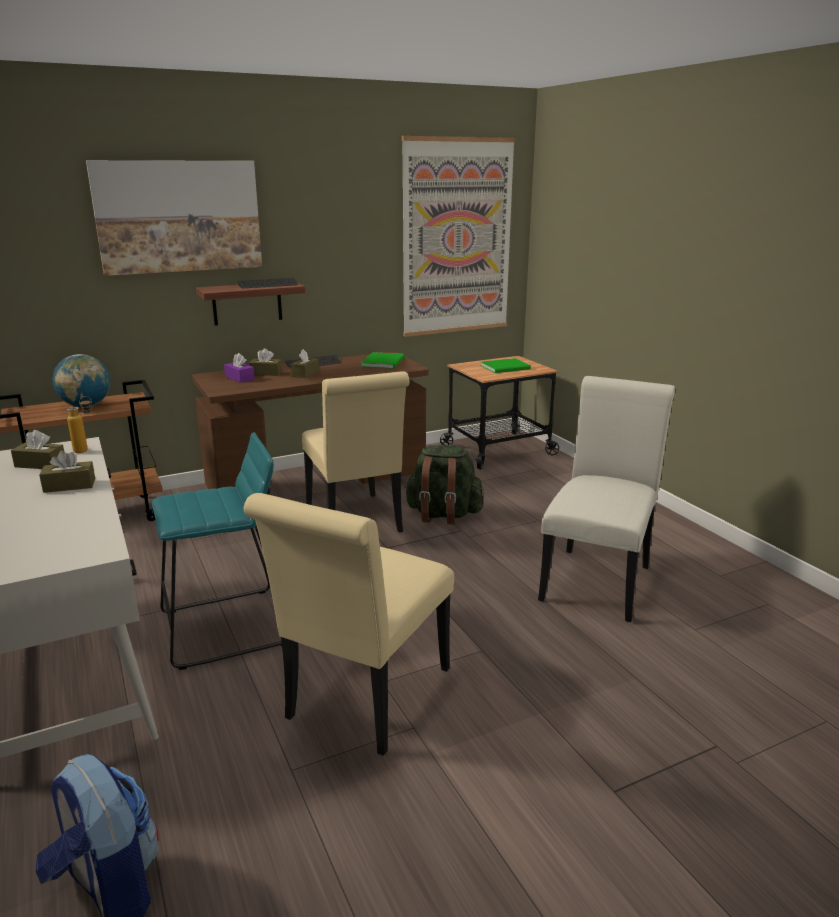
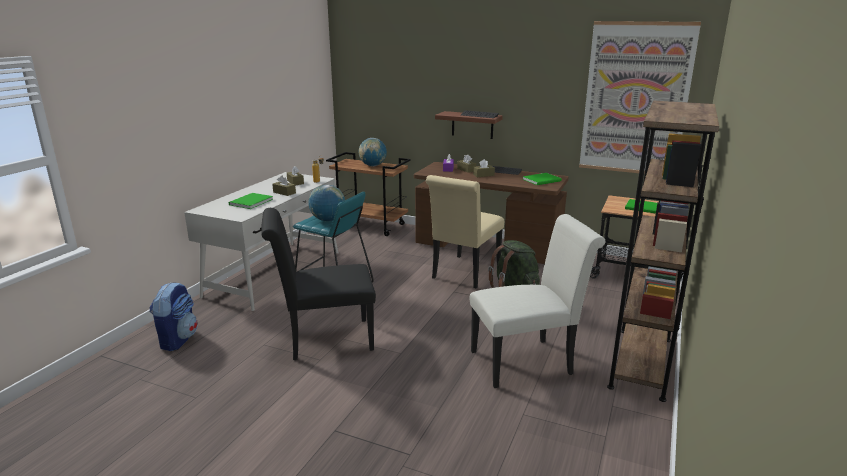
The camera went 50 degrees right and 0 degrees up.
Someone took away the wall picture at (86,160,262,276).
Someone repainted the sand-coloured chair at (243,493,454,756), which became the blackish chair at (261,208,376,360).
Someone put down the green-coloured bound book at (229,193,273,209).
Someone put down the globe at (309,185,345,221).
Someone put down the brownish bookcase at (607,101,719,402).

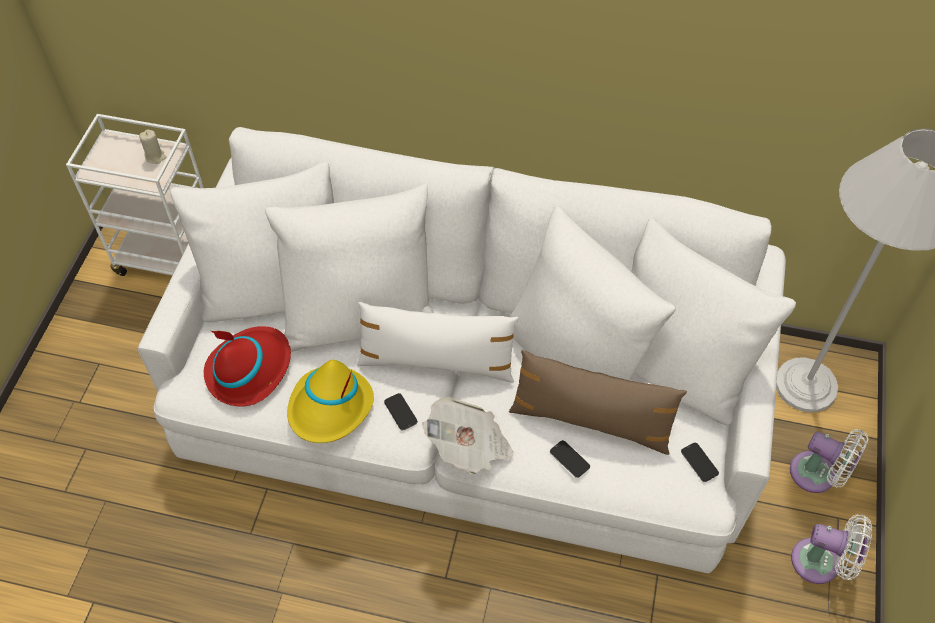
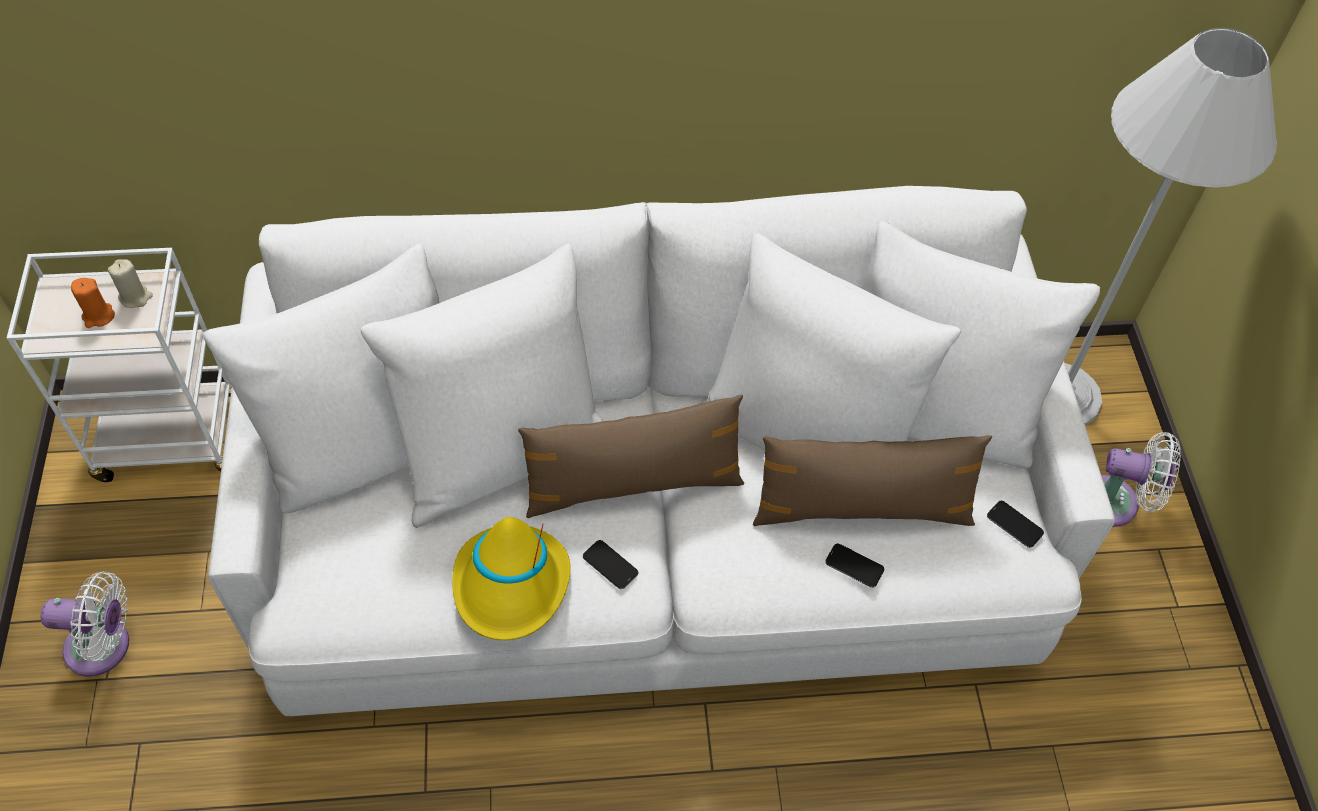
The camera went 20 degrees left and 0 degrees up.
Someone took away the reddish clothing hat at (204,326,291,406).
Someone repainted the white throw pillow at (357,302,519,382), which became the brownish throw pillow at (518,395,745,518).
Someone took away the newspaper at (422,397,514,474).
Someone carried the white cooling fan from (791,515,872,584) to (41,571,129,677).
Someone put down the orange-coloured wax candle at (71,278,115,328).

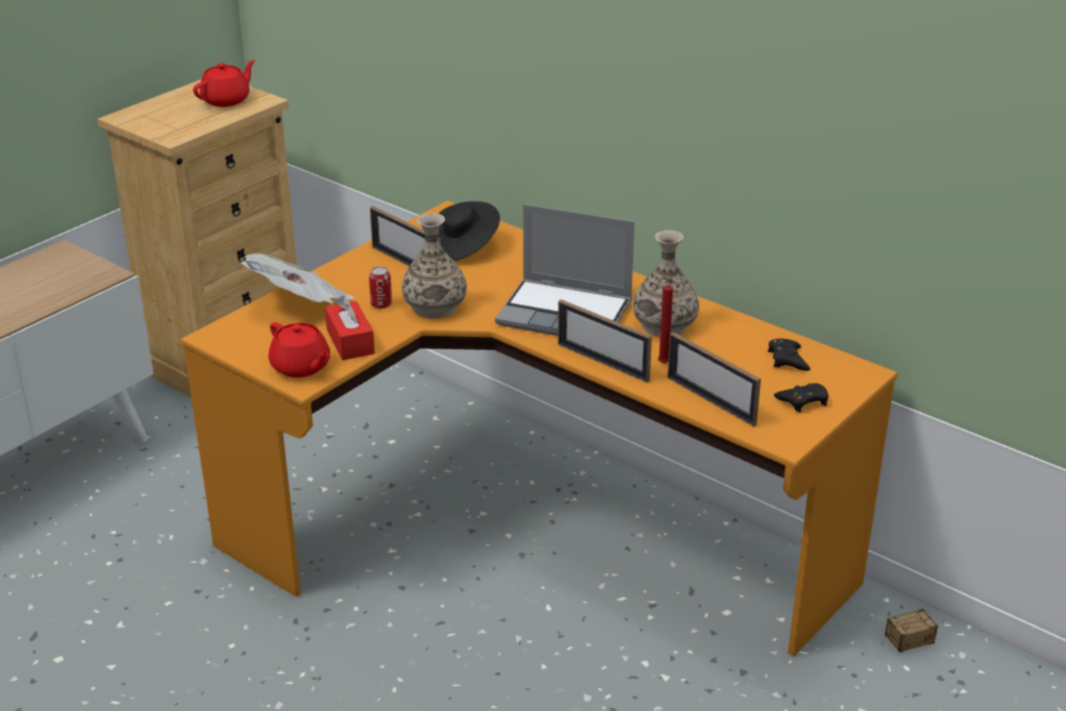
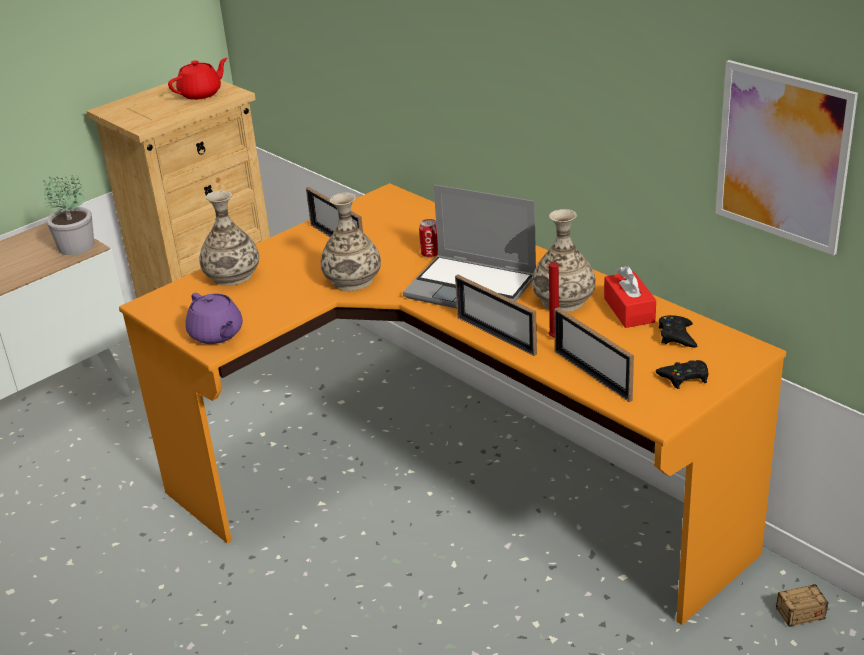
The camera went 10 degrees right and 0 degrees up.
Someone swapped the newspaper at (240,253,354,303) for the decorative vase at (199,190,259,286).
Someone repainted the reddish teapot at (268,322,330,378), which became the purple-coloured teapot at (185,293,243,344).
Someone carried the reddish box of tissues from (325,295,375,360) to (604,265,656,328).
Someone carried the metal can from (369,266,392,309) to (419,219,438,258).
Someone took away the blackish clothing hat at (438,201,500,261).
Someone put down the plant in a pot at (43,176,94,255).
Someone put up the wall picture at (716,60,858,255).

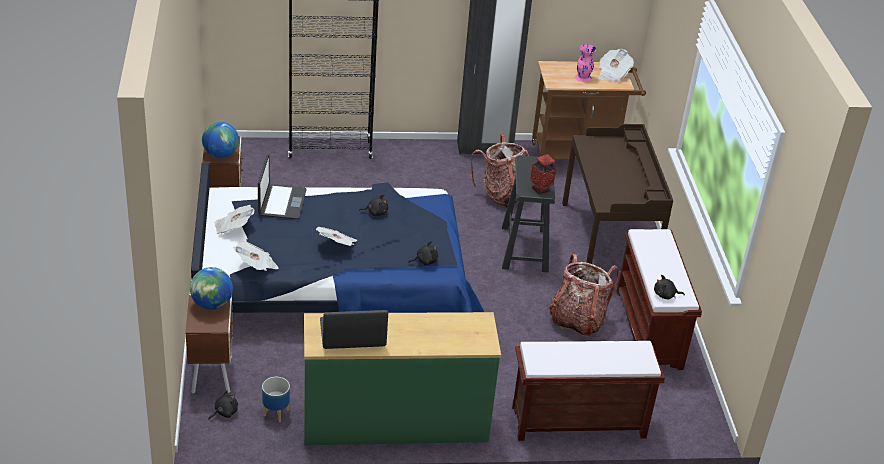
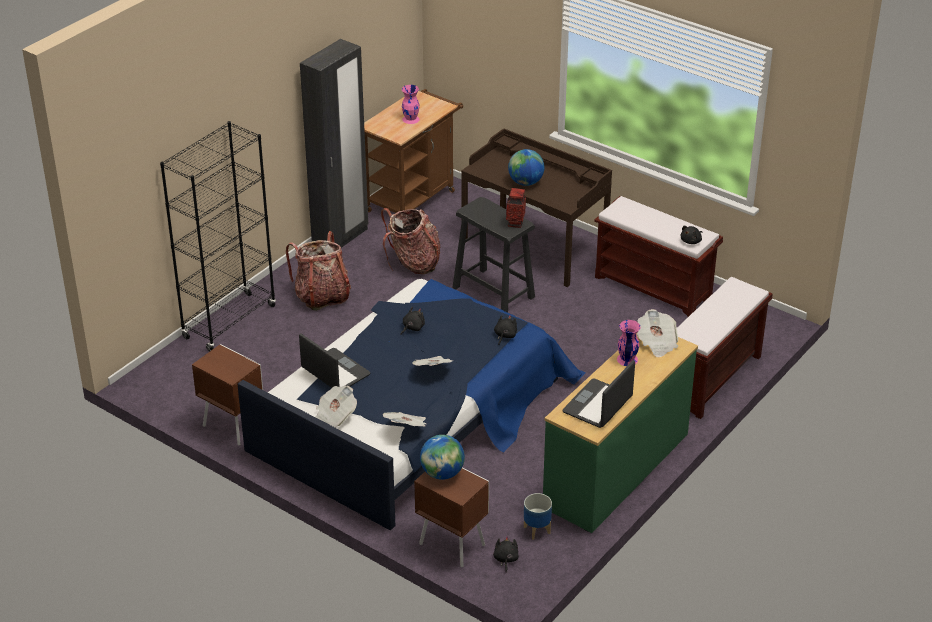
The camera went 45 degrees left and 0 degrees up.
Someone carried the globe from (202,122,239,158) to (508,149,544,186).
Someone carried the knapsack from (549,254,619,337) to (286,231,351,311).
Someone carried the newspaper from (598,49,634,81) to (637,309,678,357).
Someone put down the pink decorative vase at (617,320,640,366).

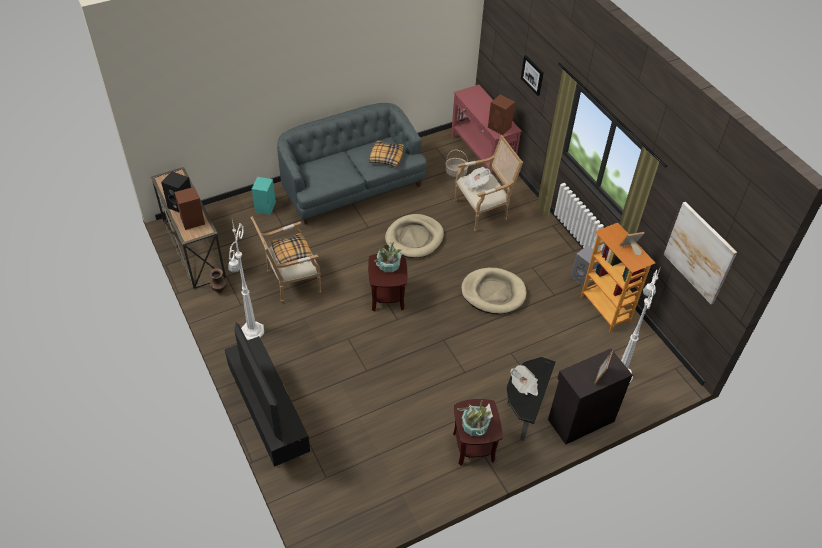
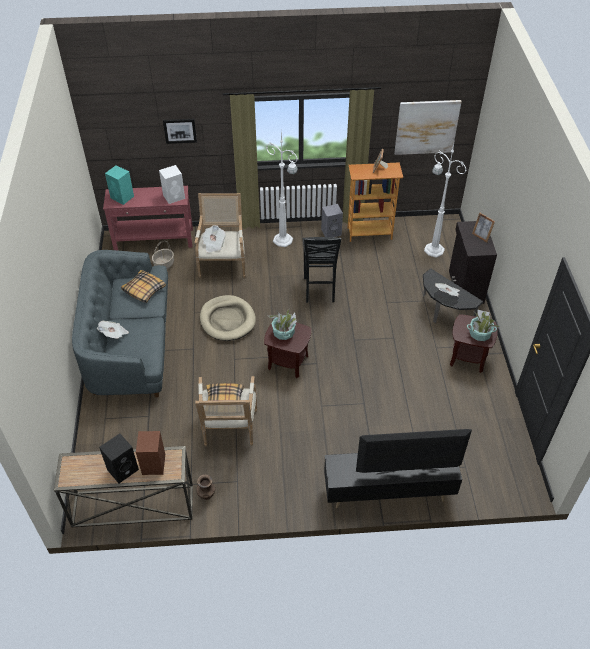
The camera went 65 degrees left and 0 degrees up.
Someone carried the white standing lamp from (228,220,264,340) to (266,131,298,247).
Someone carried the turquoise loudspeaker from (252,177,276,215) to (105,165,134,205).
Someone swapped the sand-coloured pet bed at (461,268,527,314) for the blackish stool seat at (303,237,341,303).
Someone repainted the brownish loudspeaker at (488,95,515,135), which became the white loudspeaker at (159,165,185,204).
Someone put down the newspaper at (97,321,129,339).

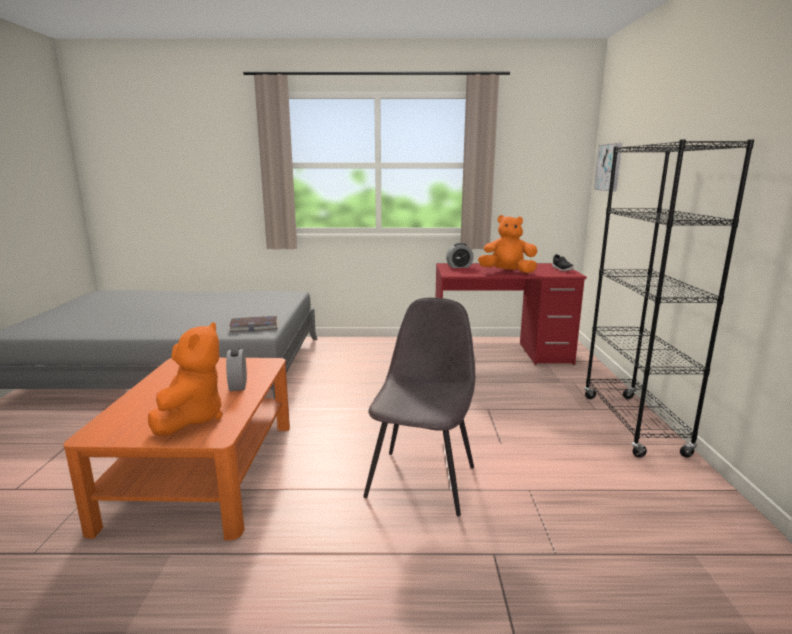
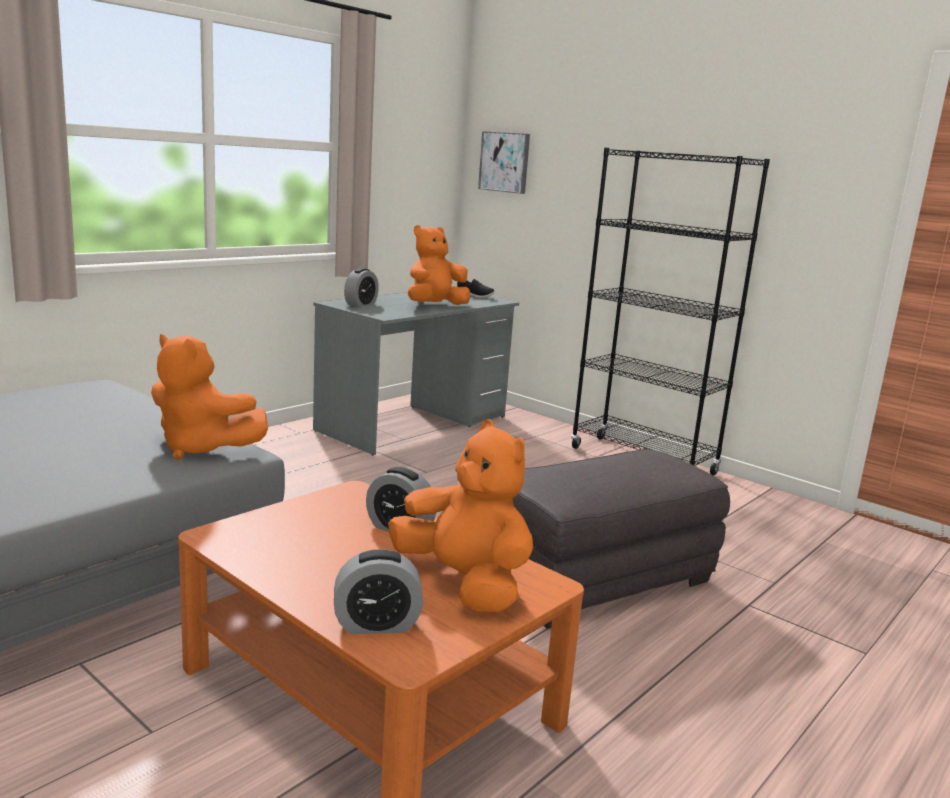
The camera went 50 degrees left and 0 degrees up.
Someone swapped the bound book at (229,316,278,332) for the orange-coloured cuddly toy at (151,334,268,460).
Someone swapped the grey chair at (363,298,475,517) for the grey ottoman at (513,449,730,629).
Someone repainted the reddish desk table at (436,263,587,365), which became the grey desk table at (313,292,519,455).
Someone put down the alarm clock at (334,549,423,634).

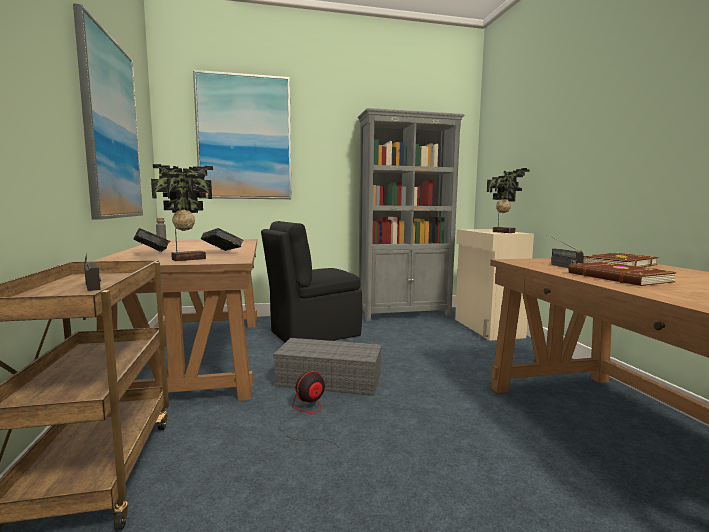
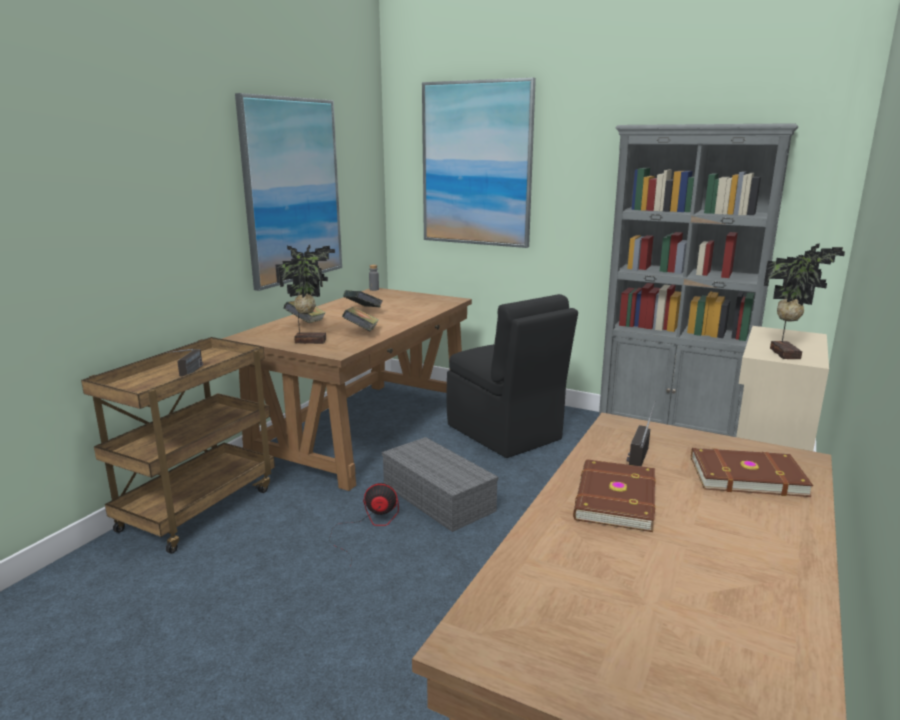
The camera went 40 degrees right and 10 degrees up.
Someone rotated the blackish chair at (261,221,362,343) by 135 degrees counterclockwise.
Someone put down the bound book at (343,290,383,308).

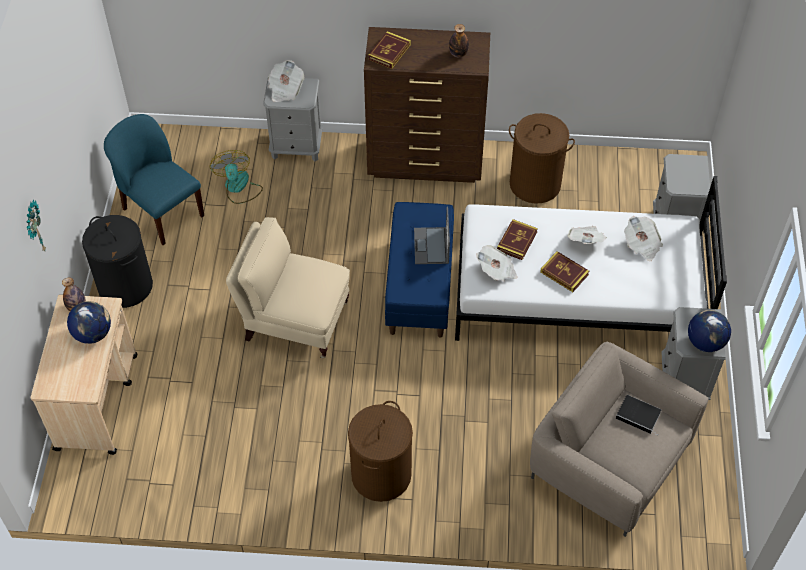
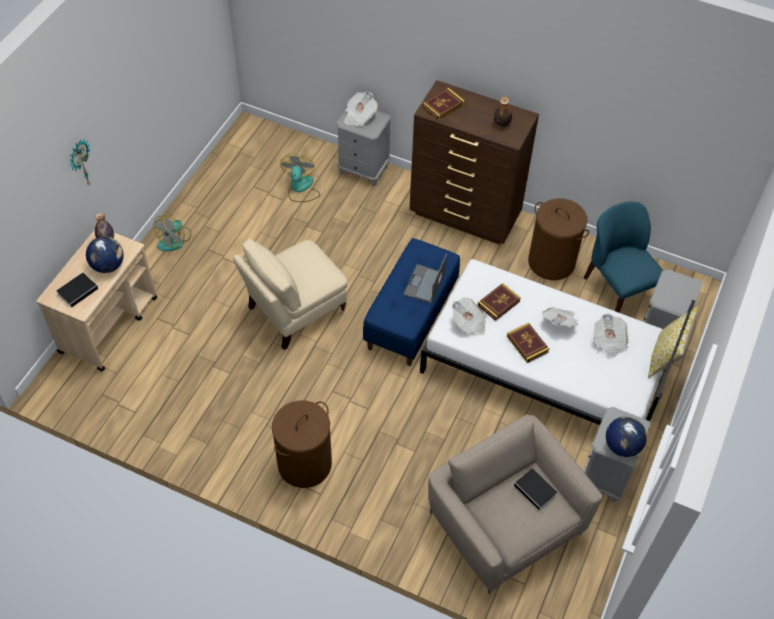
The camera went 20 degrees right and 0 degrees up.
Someone swapped the blackish washing basket at (82,215,153,308) for the cooling fan at (153,215,191,251).
Someone carried the blue-coloured chair from (104,114,204,245) to (584,202,663,313).
Someone rotated the sand-coloured lounge chair at (226,217,350,358) by 75 degrees counterclockwise.
Someone put down the bound book at (57,273,101,308).
Someone put down the throw pillow at (648,306,699,378).

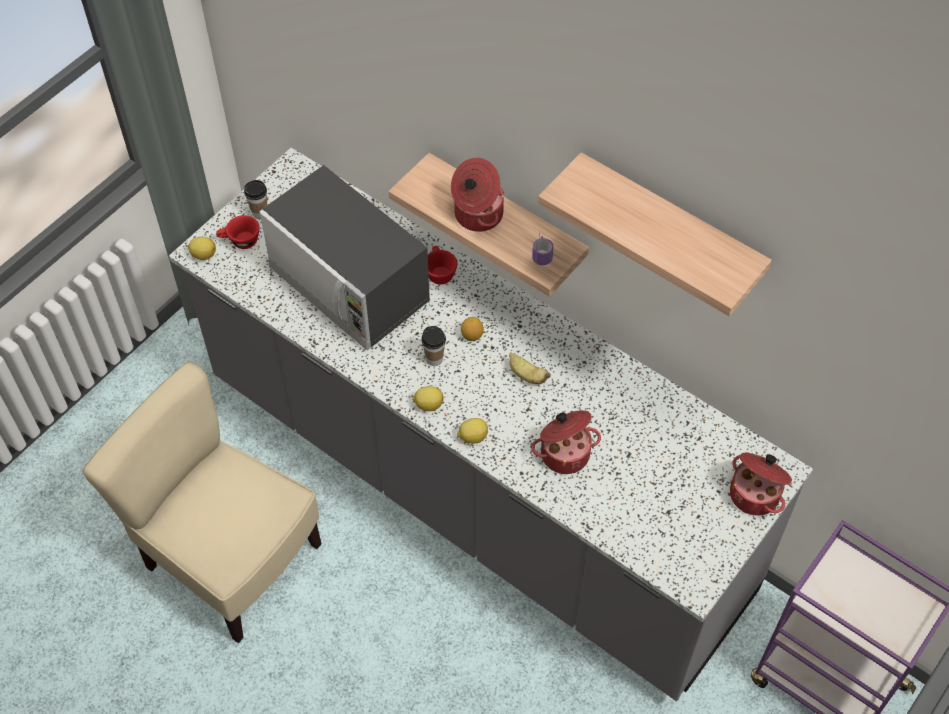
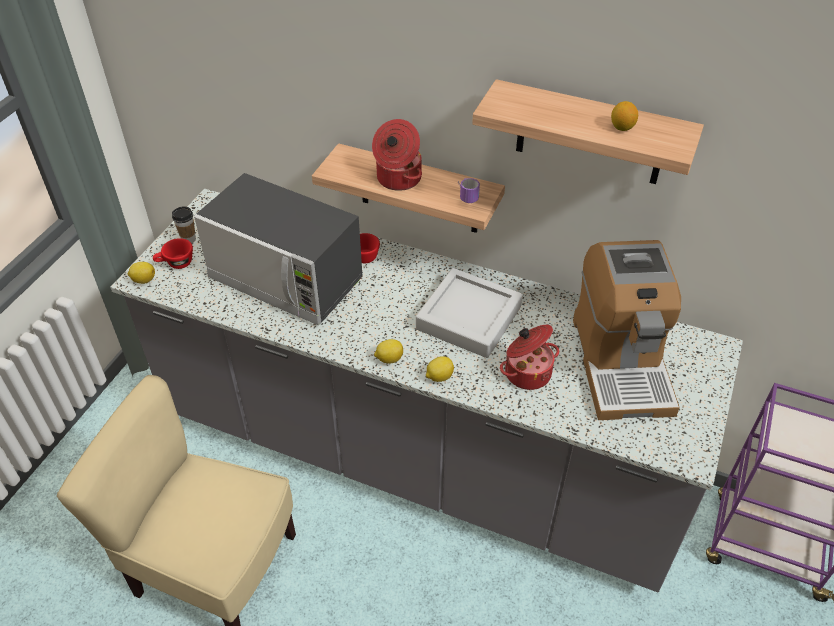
The camera went 15 degrees left and 10 degrees down.
Someone took away the small cup at (421,326,446,366).
Someone carried the lemon from (461,317,484,341) to (611,101,638,131).
Someone swapped the banana fruit at (509,352,551,384) for the grey serving tray at (416,268,523,358).
Someone took away the saucepot at (730,453,792,515).
Someone put down the coffee brewer at (573,240,681,420).

